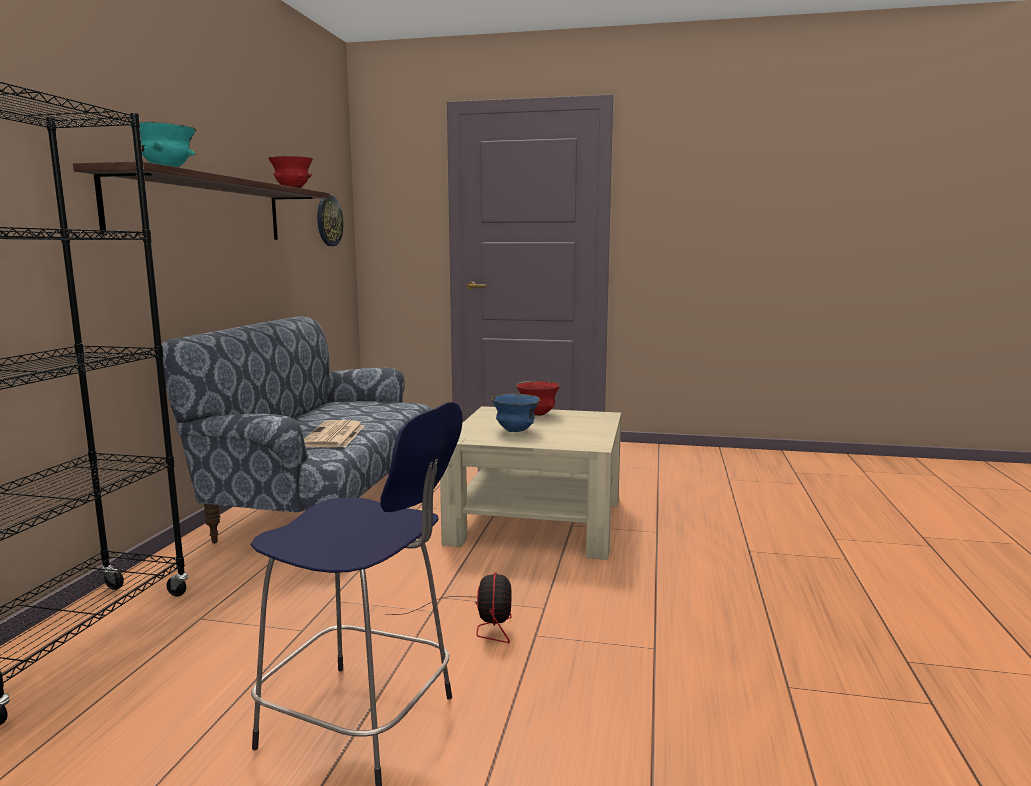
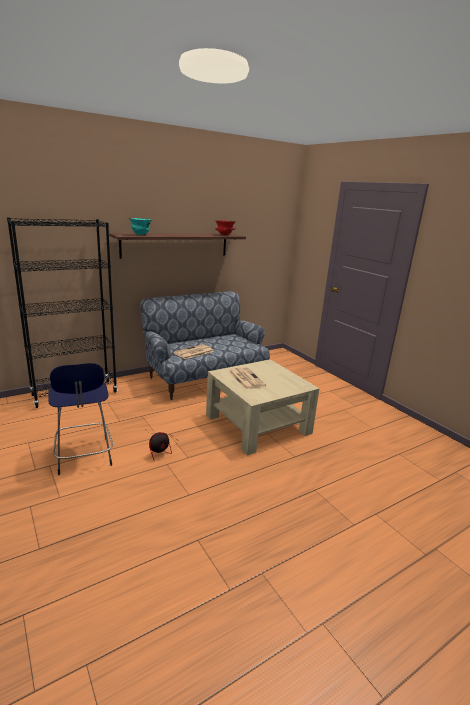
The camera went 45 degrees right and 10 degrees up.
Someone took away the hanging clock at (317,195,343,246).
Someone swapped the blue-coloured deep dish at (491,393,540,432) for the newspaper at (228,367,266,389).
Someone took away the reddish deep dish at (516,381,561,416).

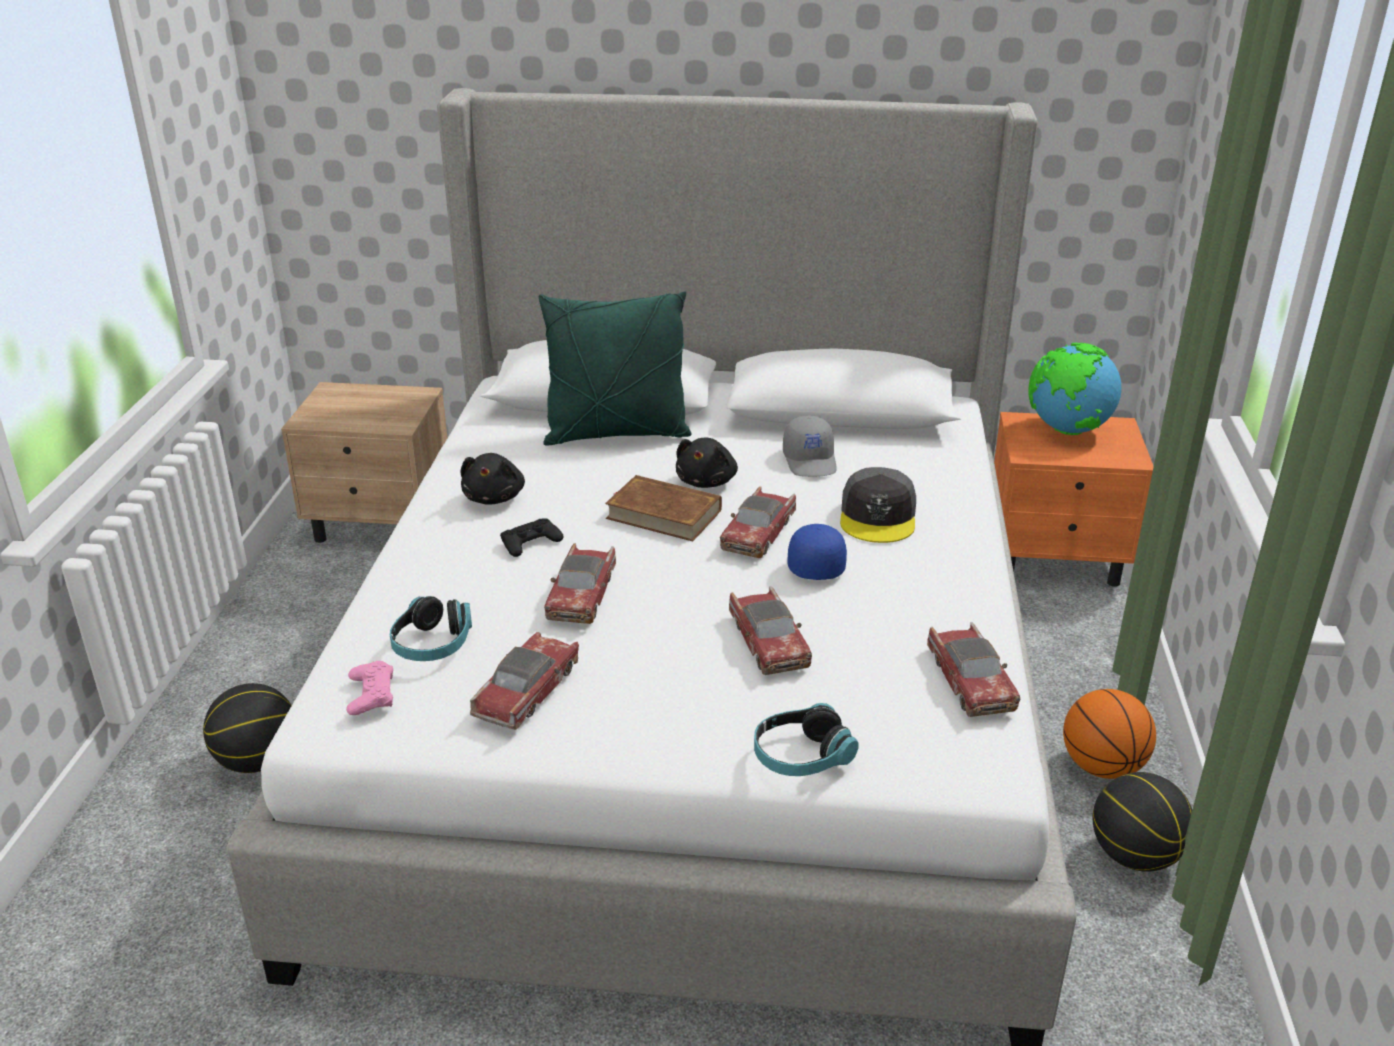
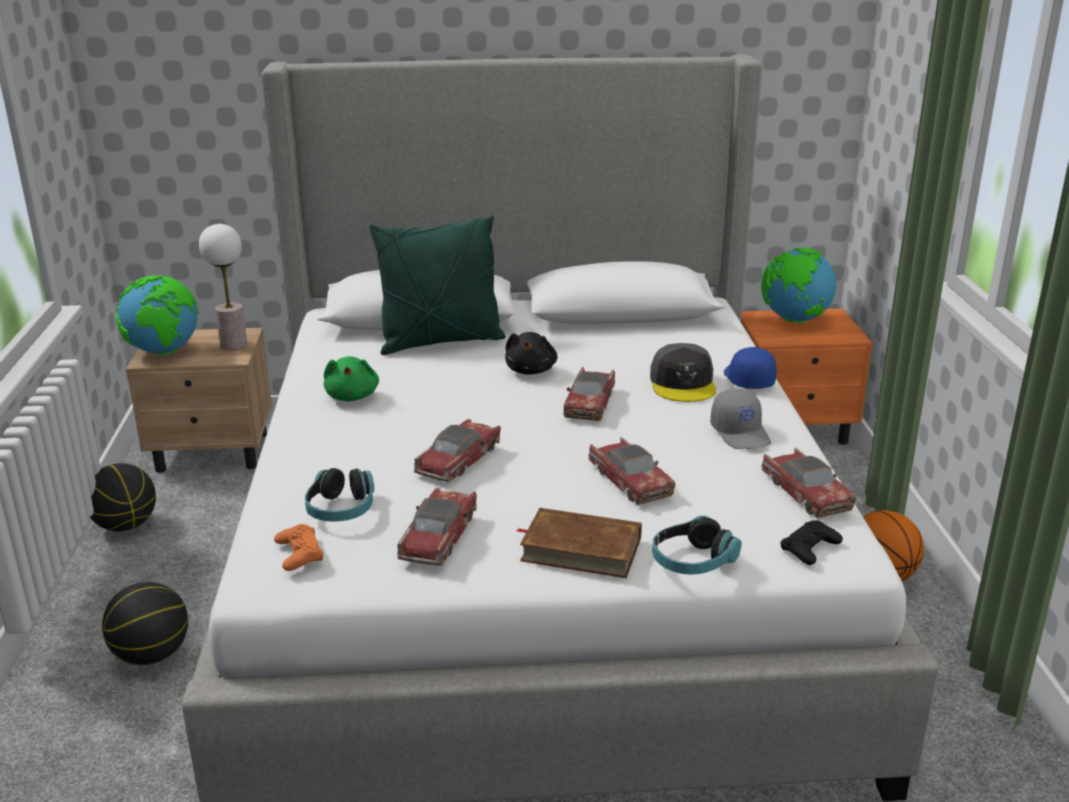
The camera went 10 degrees left and 5 degrees down.
Someone repainted the pink gamepad at (346,661,393,715), which became the orange-coloured gamepad at (274,524,323,571).
Someone repainted the blackish cuddly toy at (460,453,525,505), which became the green-coloured cuddly toy at (324,356,379,401).
Someone carried the blackish gamepad from (500,518,564,557) to (780,520,843,565).
Someone rotated the miniature car at (544,543,616,624) by 150 degrees counterclockwise.
Someone carried the brownish bound book from (605,475,722,541) to (516,508,642,578).
Someone carried the grey cap from (783,415,837,477) to (710,389,771,449).
Someone carried the blue-coloured cap from (787,524,847,580) to (724,347,777,389).
Someone carried the ball for basketball from (1093,772,1192,872) to (90,463,156,531).
Someone put down the globe at (116,275,199,355).
Someone put down the lamp for a table at (199,224,247,350).

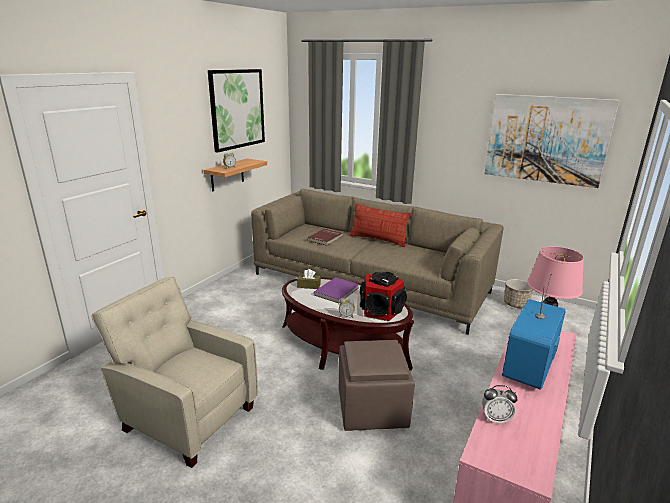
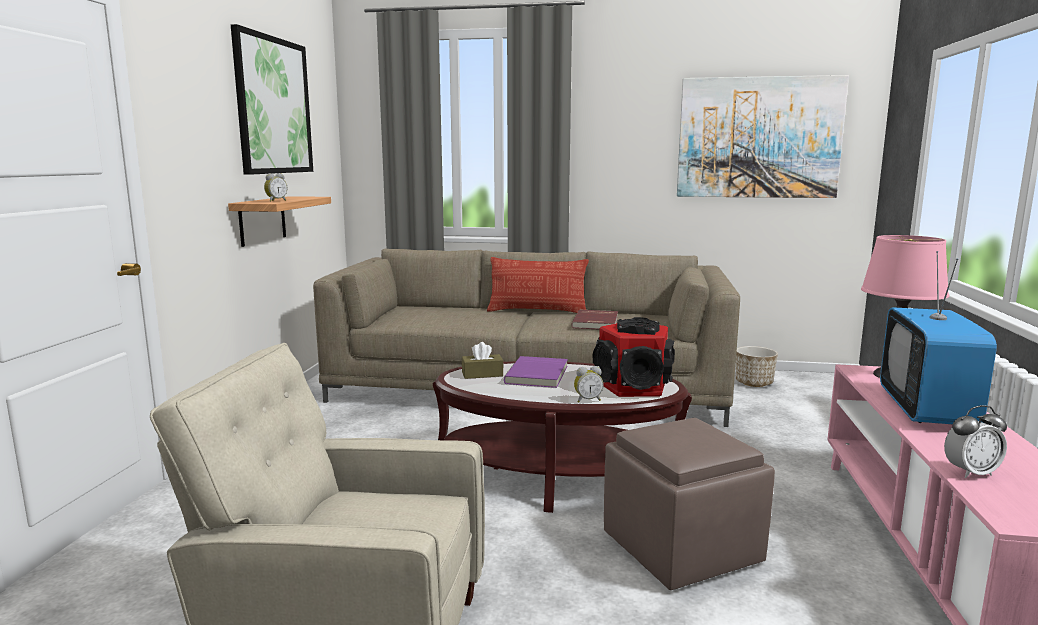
The camera went 20 degrees left and 10 degrees down.
Someone carried the reddish bound book from (307,229,343,246) to (572,309,618,330).

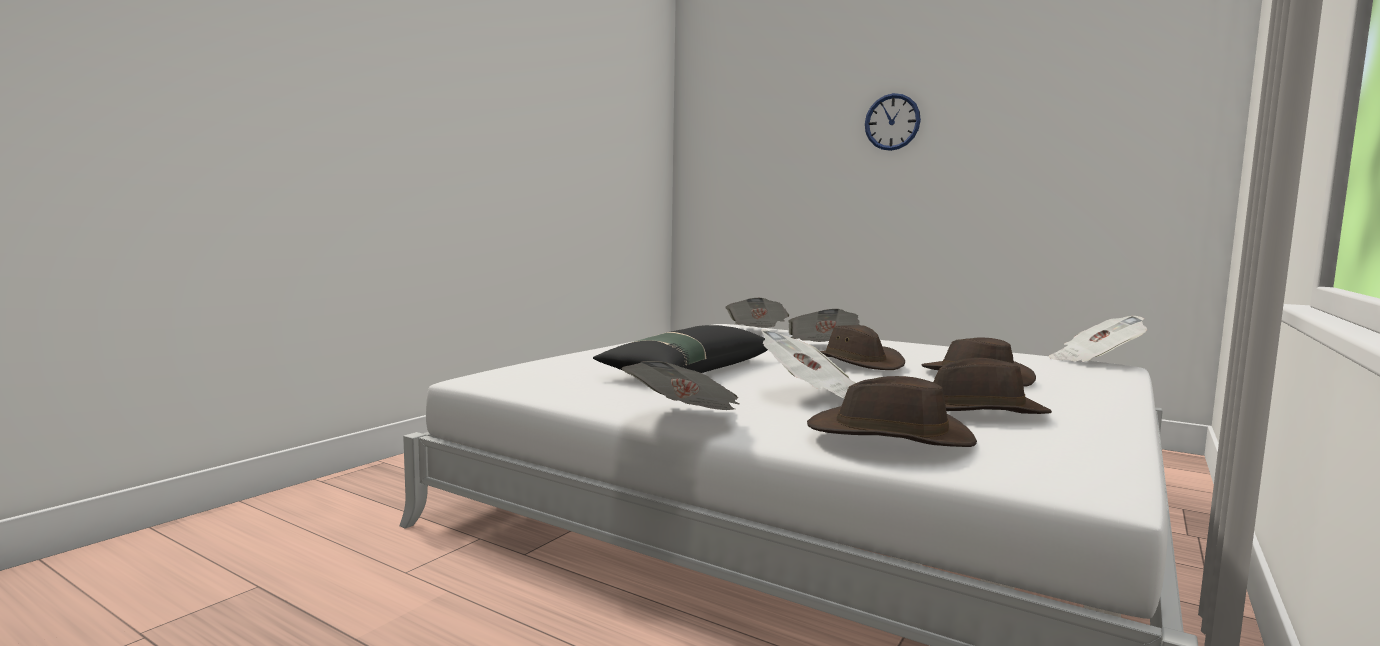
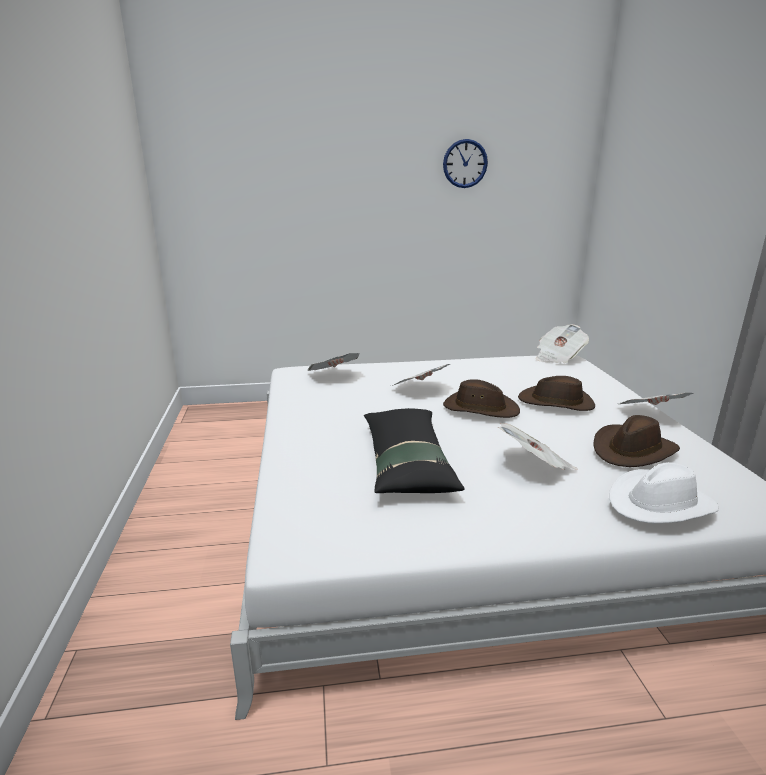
The camera went 40 degrees left and 15 degrees up.
Someone carried the newspaper from (622,361,740,410) to (621,393,694,405).
Someone repainted the brownish clothing hat at (807,376,977,447), which became the white clothing hat at (609,462,719,524).
Someone carried the hanging clock from (865,93,921,151) to (443,139,488,188).

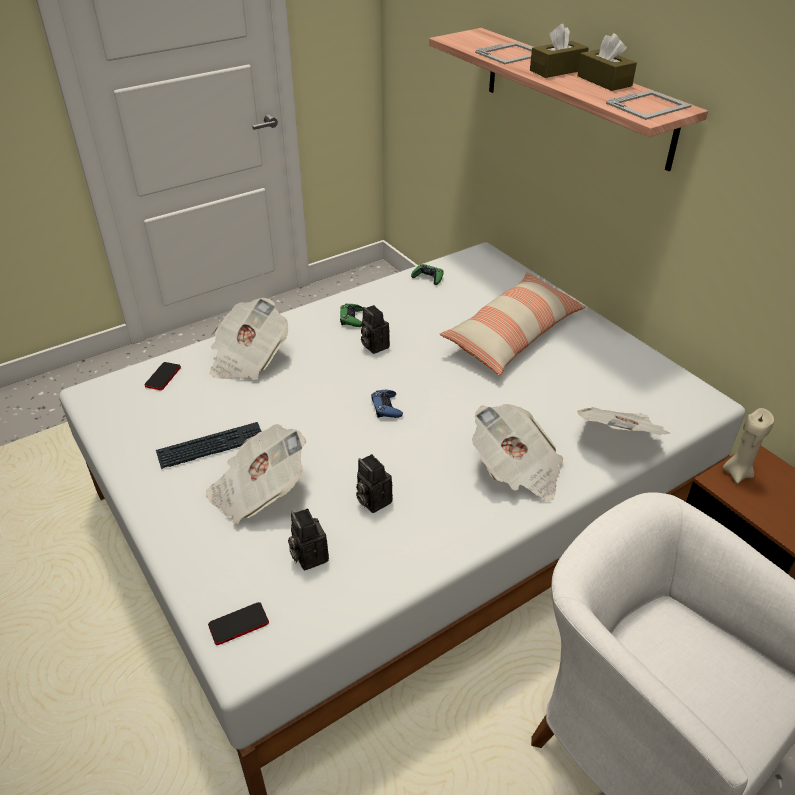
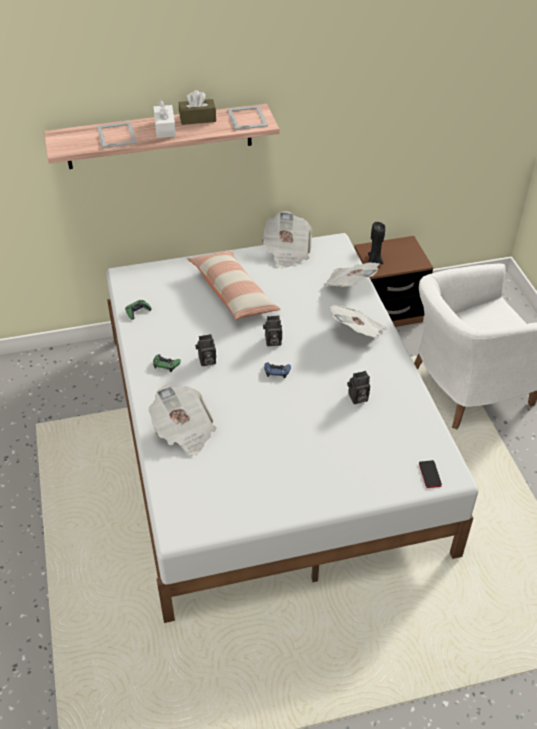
The camera went 70 degrees left and 5 degrees up.
Someone took away the phone at (145,362,181,390).
Someone took away the computer keyboard at (156,422,261,469).
Someone carried the newspaper from (206,424,306,524) to (262,211,312,268).
Someone carried the photo camera from (288,508,329,570) to (263,315,282,346).
Someone repainted the brownish box of tissues at (530,24,589,78), which became the white box of tissues at (153,100,176,138).
Someone repainted the sand-coloured wax candle at (723,408,774,483), which became the blackish wax candle at (368,222,385,264).

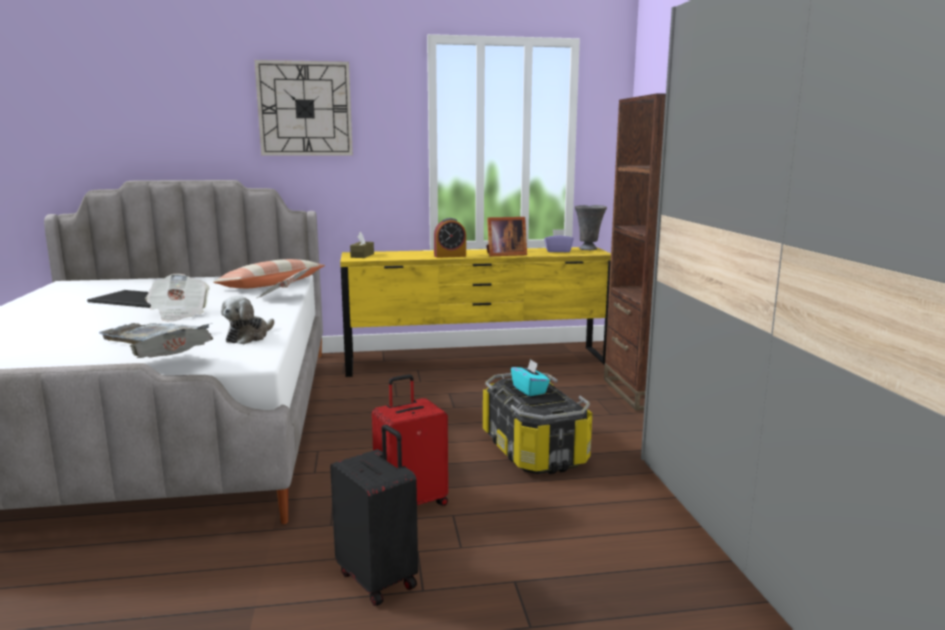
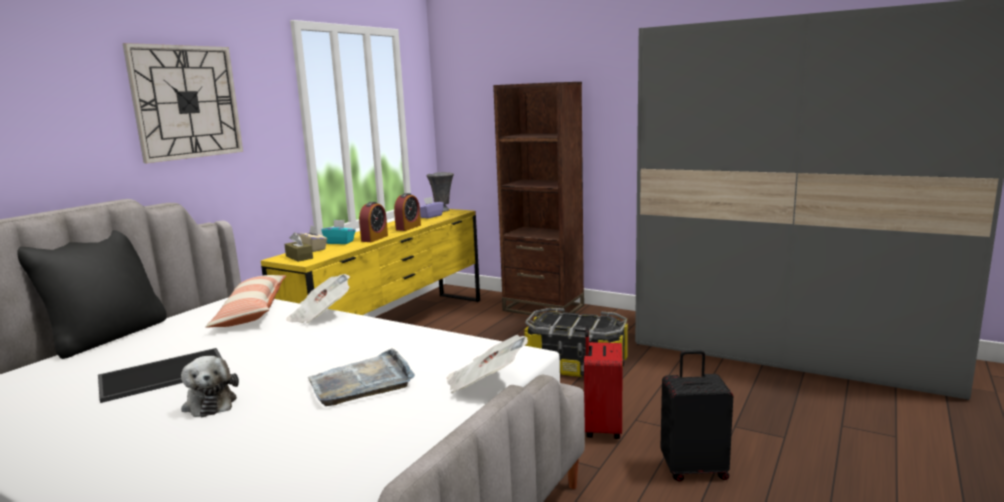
The camera went 50 degrees left and 0 degrees up.
Someone took away the newspaper at (145,274,210,322).
Someone carried the cuddly toy from (221,296,275,344) to (181,356,239,417).
Someone swapped the photo frame at (486,217,527,256) for the alarm clock at (394,193,421,231).
Someone carried the turquoise box of tissues from (511,359,550,396) to (321,220,356,244).
Someone put down the blackish throw pillow at (17,230,167,359).
Someone put down the sand-coloured box of tissues at (296,226,327,252).

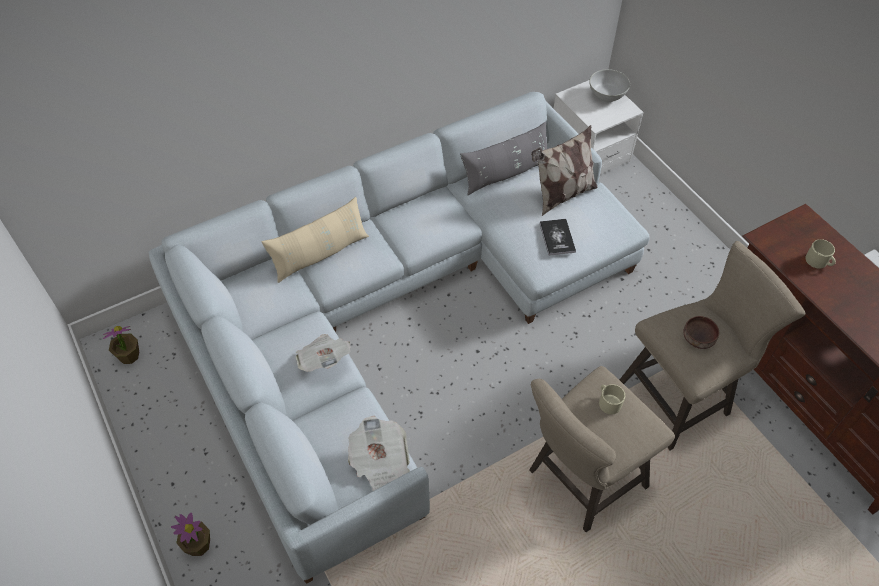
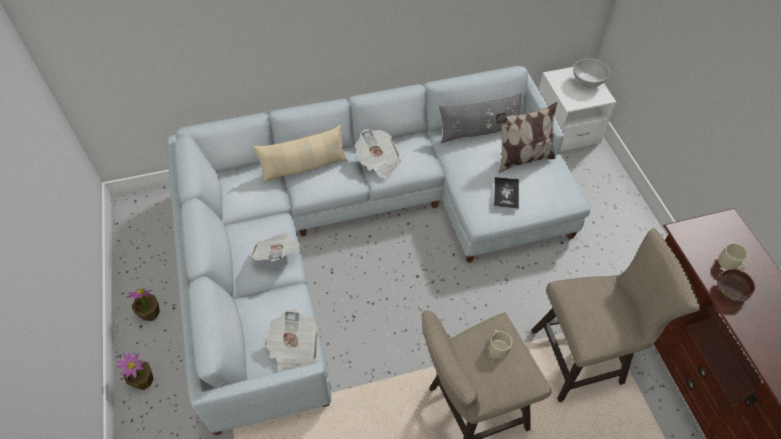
The camera went 15 degrees right and 0 degrees up.
Someone carried the plant in a pot from (103,326,139,364) to (126,289,160,321).
Someone carried the brownish deep dish from (684,316,719,349) to (717,269,755,302).
Someone put down the newspaper at (355,129,401,179).

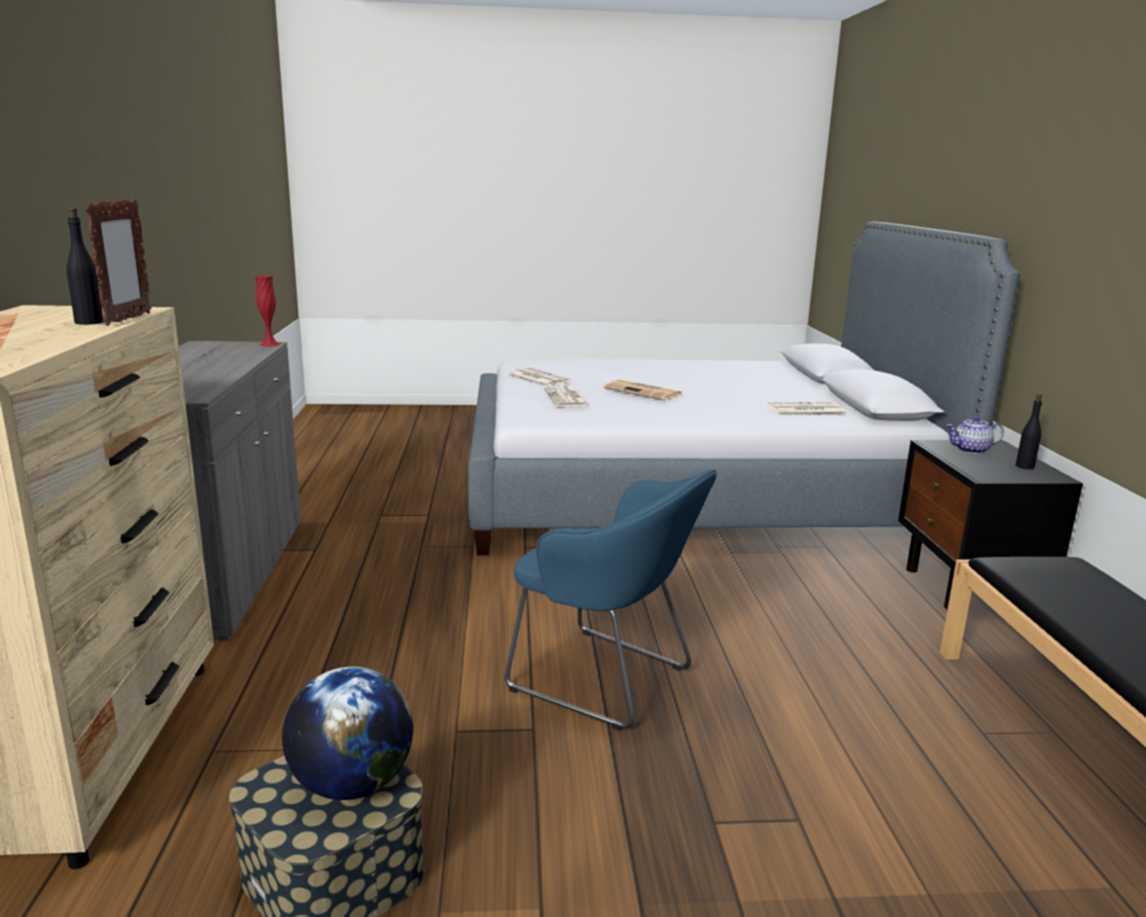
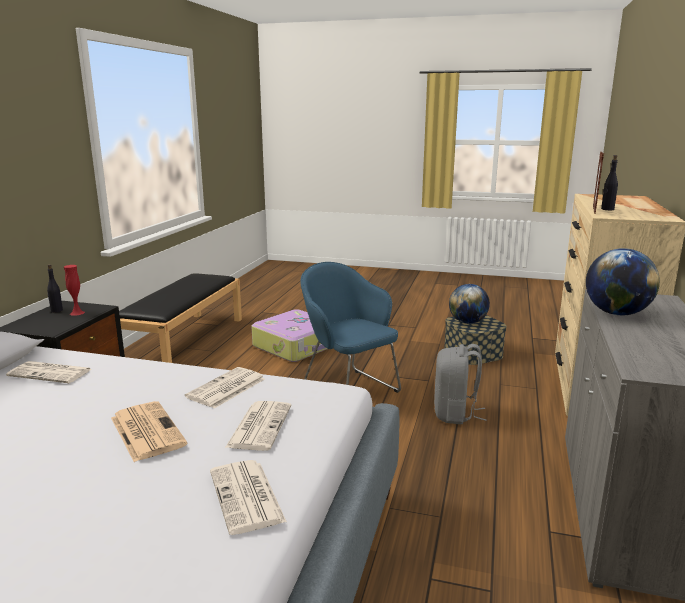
The camera went 160 degrees left and 0 degrees up.
Someone carried the reddish decorative vase from (255,275,280,347) to (64,265,85,316).
Someone took away the teapot at (946,416,1004,454).
Someone put down the newspaper at (185,367,265,409).
Someone put down the travel case at (251,309,327,362).
Someone put down the grey knapsack at (434,344,487,425).
Someone put down the globe at (586,248,660,315).

